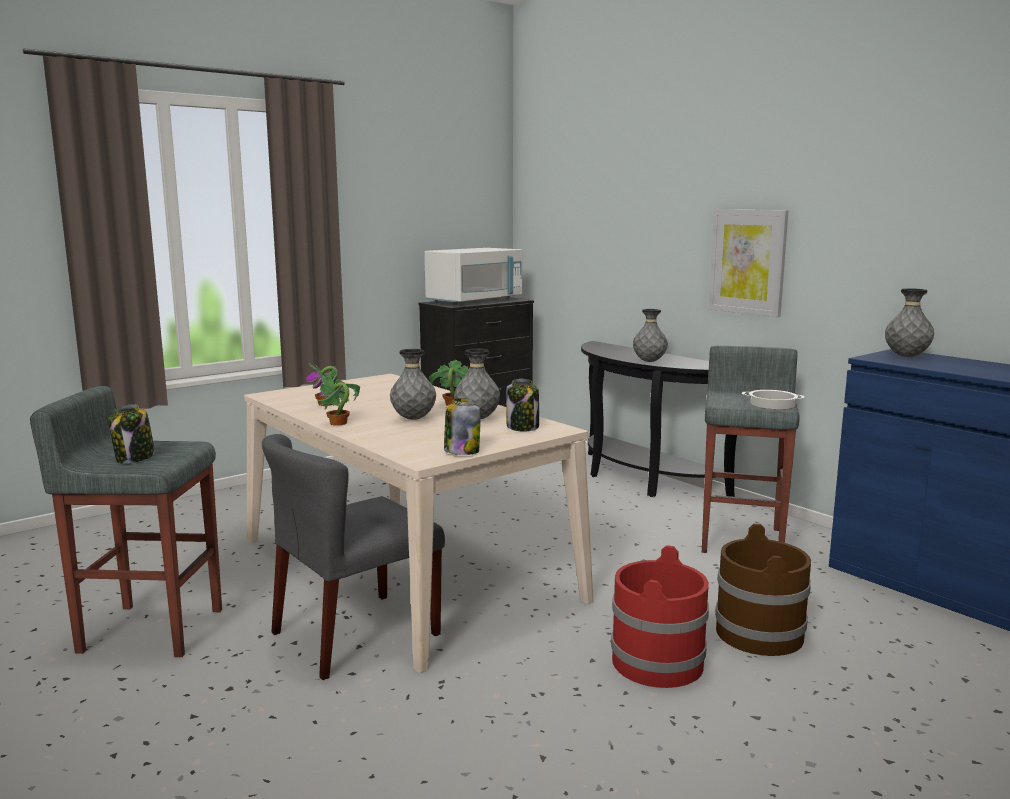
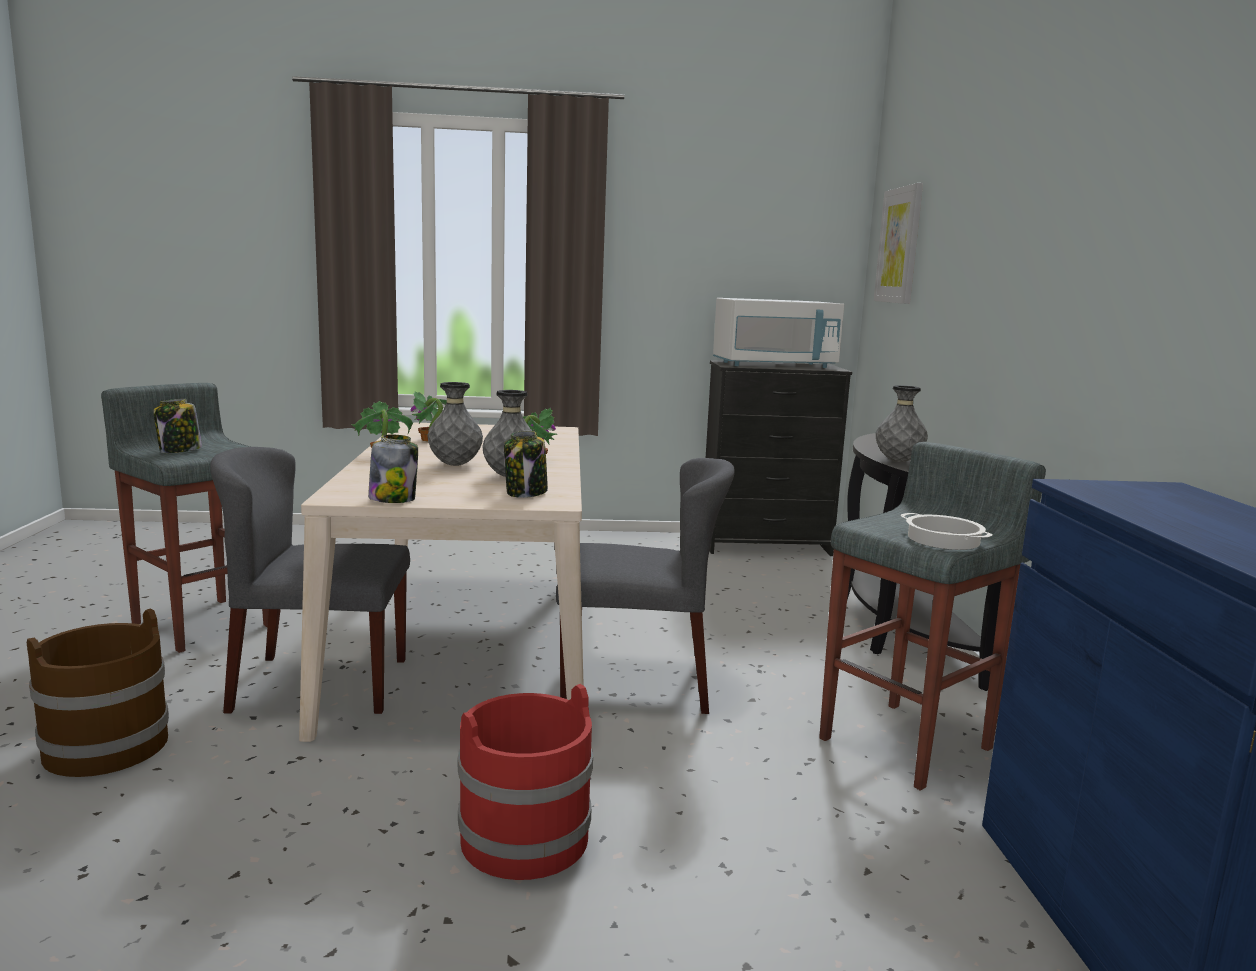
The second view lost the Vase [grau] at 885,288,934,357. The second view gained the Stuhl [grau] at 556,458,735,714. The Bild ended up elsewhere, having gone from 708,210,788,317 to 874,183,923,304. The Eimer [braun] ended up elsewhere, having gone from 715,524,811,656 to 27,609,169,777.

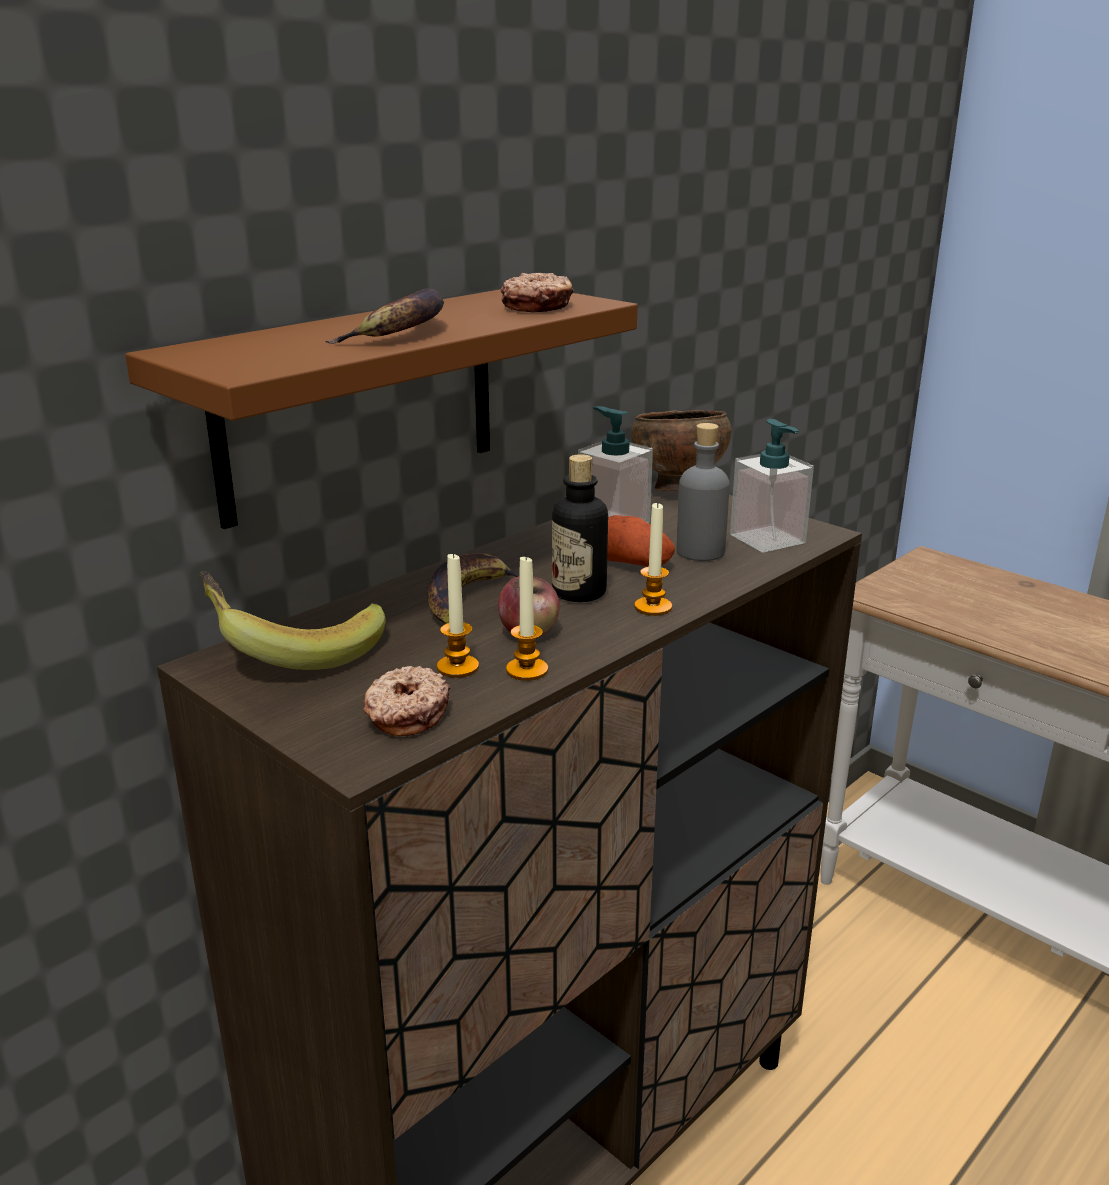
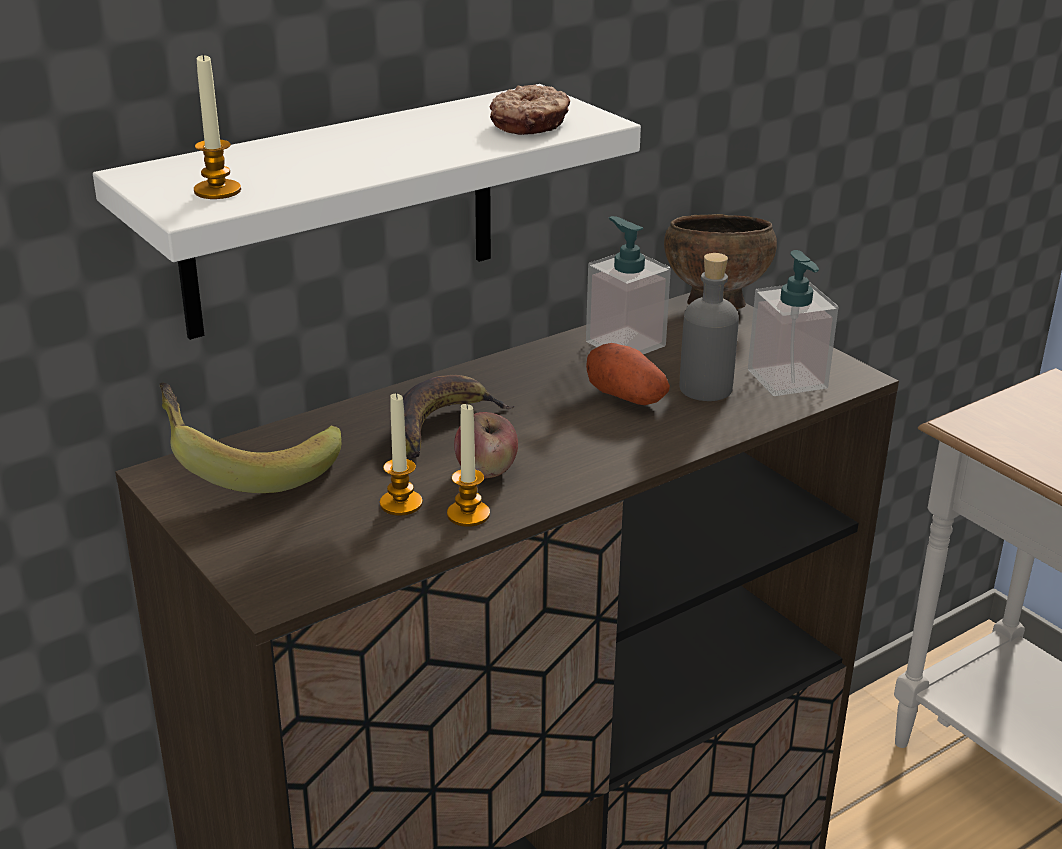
The second view lost the Banane at 326,288,444,344. The second view lost the Donut at 363,666,450,736. The second view lost the Flasche at 552,454,608,602. The Kerze ended up elsewhere, having gone from 634,502,672,616 to 194,53,241,199. What was the Wandregal [braun] at 125,289,638,529 turned into the Wandregal [weiß] at 93,84,641,340.

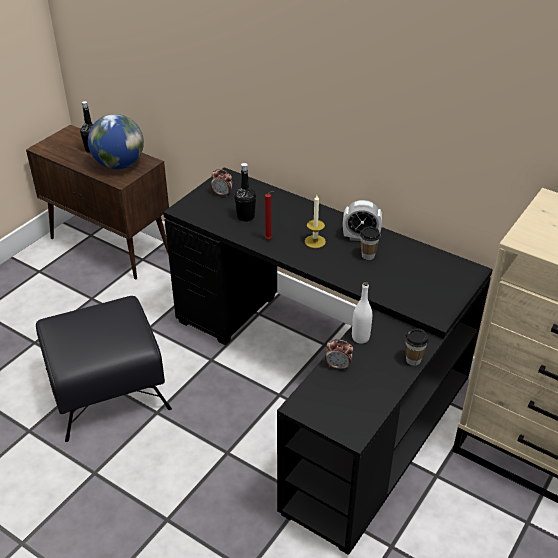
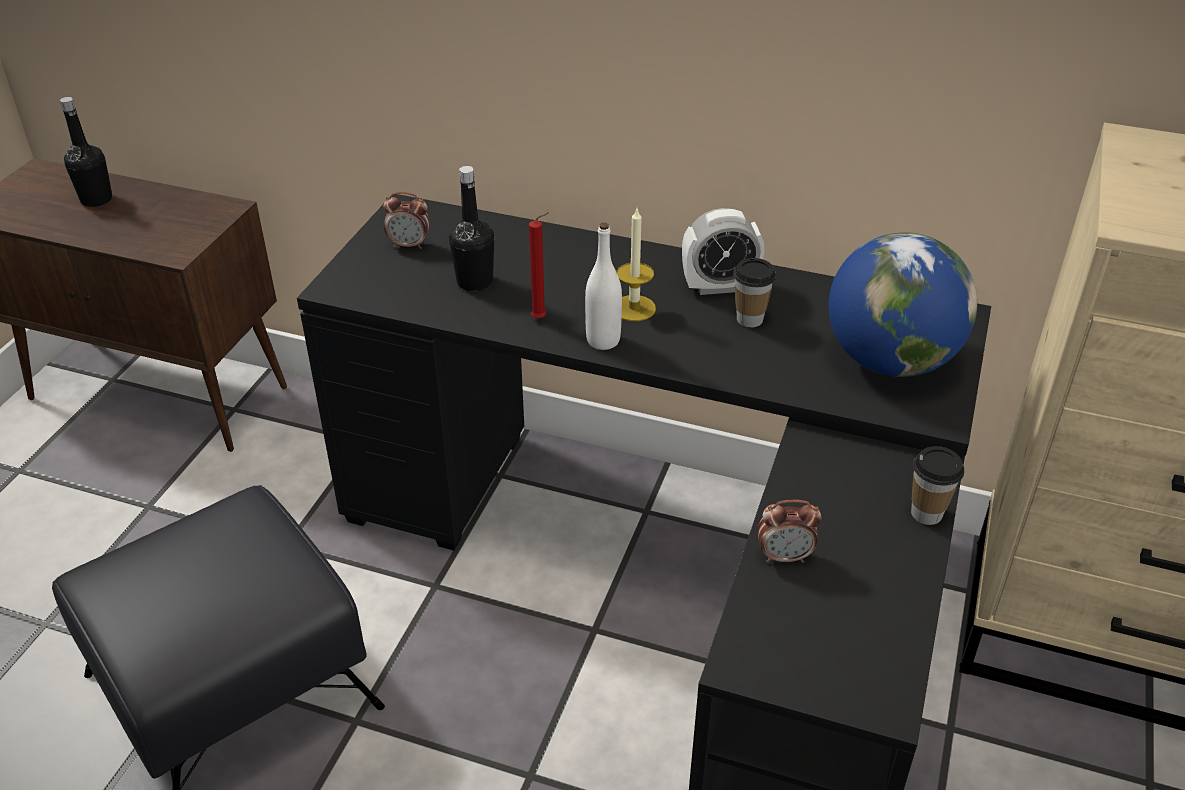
The Globus ended up elsewhere, having gone from 88,114,144,169 to 829,232,977,377. The Flasche [weiß] ended up elsewhere, having gone from 352,282,372,343 to 585,222,622,350.

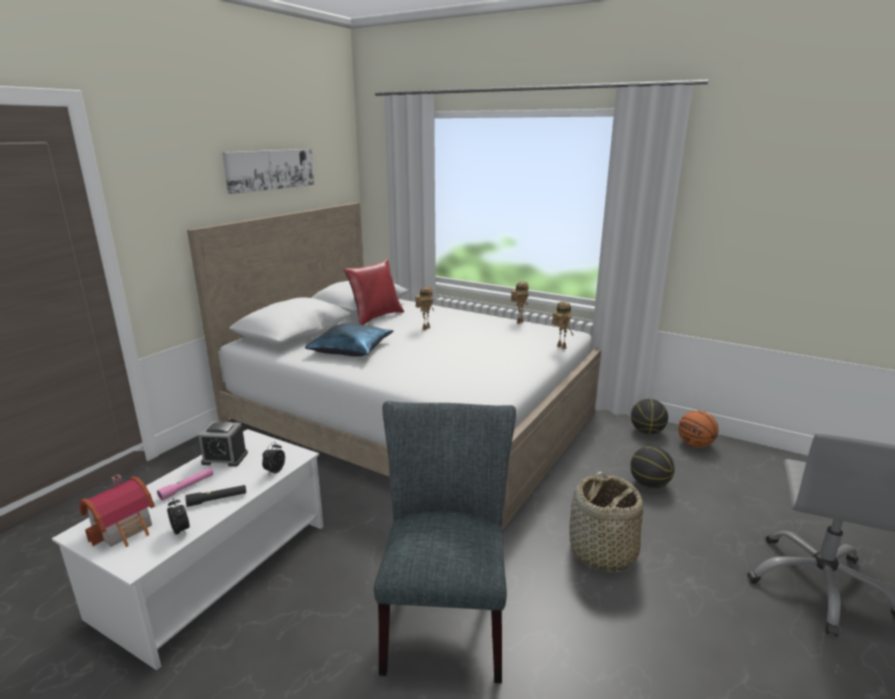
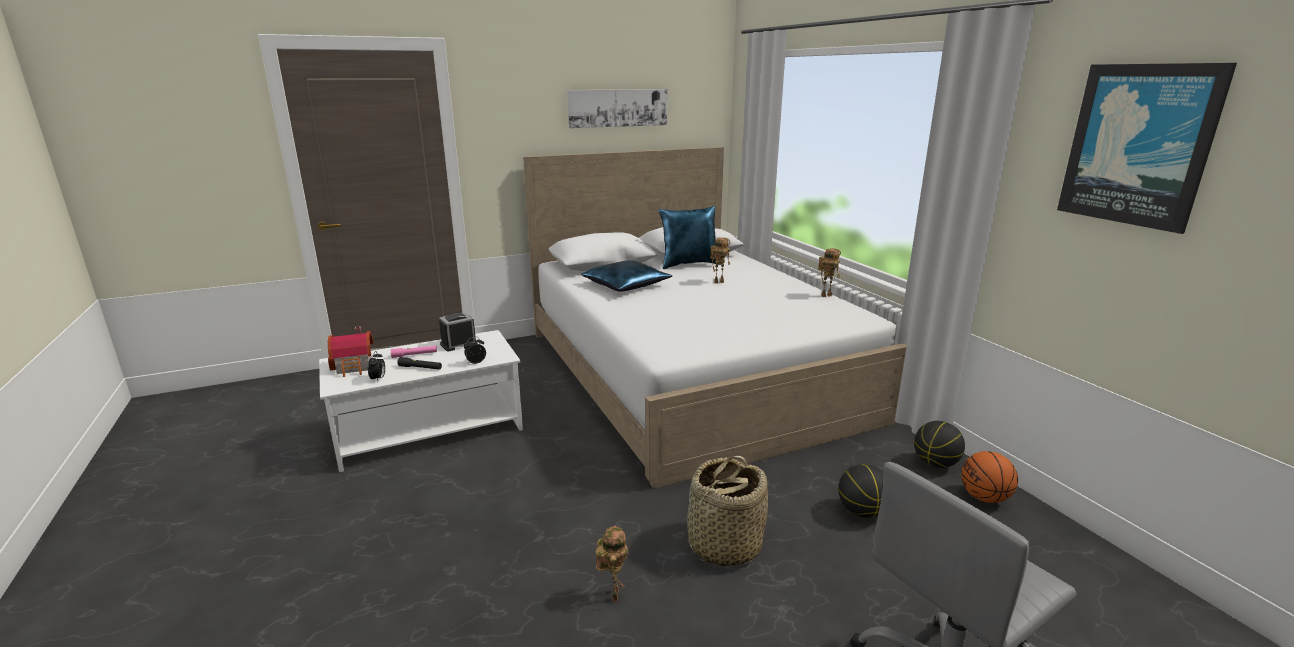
The second view lost the Stuhl [grau] at 374,401,516,683. The second view gained the Bild at 1057,63,1237,234. The Spielzeugroboter ended up elsewhere, having gone from 552,302,573,349 to 596,526,628,602. What was the Kissen [rot] at 344,259,404,325 turned into the Kissen [blau] at 659,206,721,269. The Wecker at 199,422,248,467 ended up facing another way, 105 degrees clockwise from before.

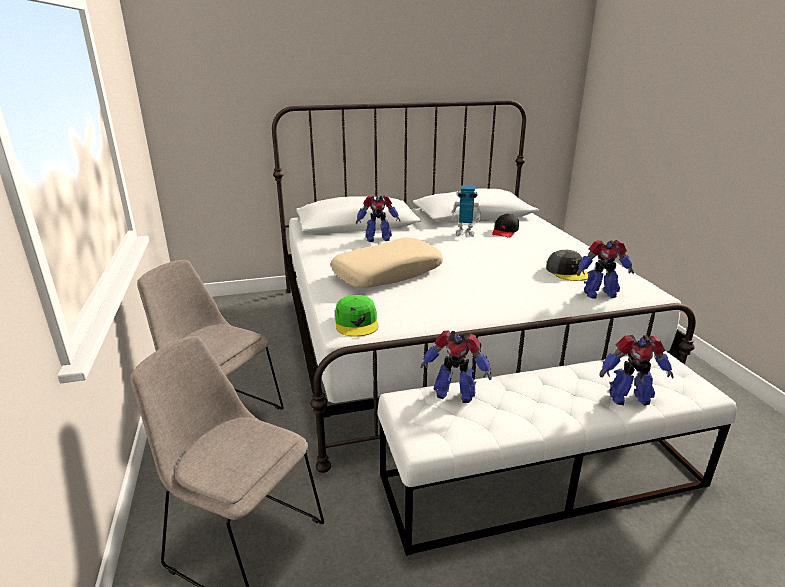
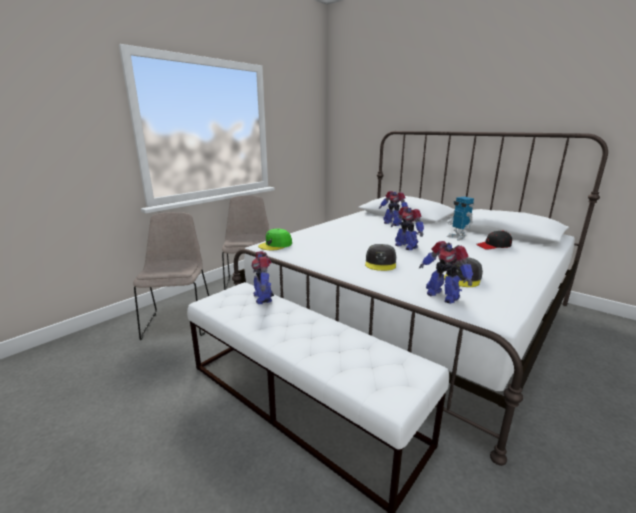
The second view lost the Kissen [beige] at 330,237,443,288. The second view gained the Kappe [grau] at 365,244,396,271. The Spielzeugroboter ended up elsewhere, having gone from 600,335,673,405 to 391,207,424,250.

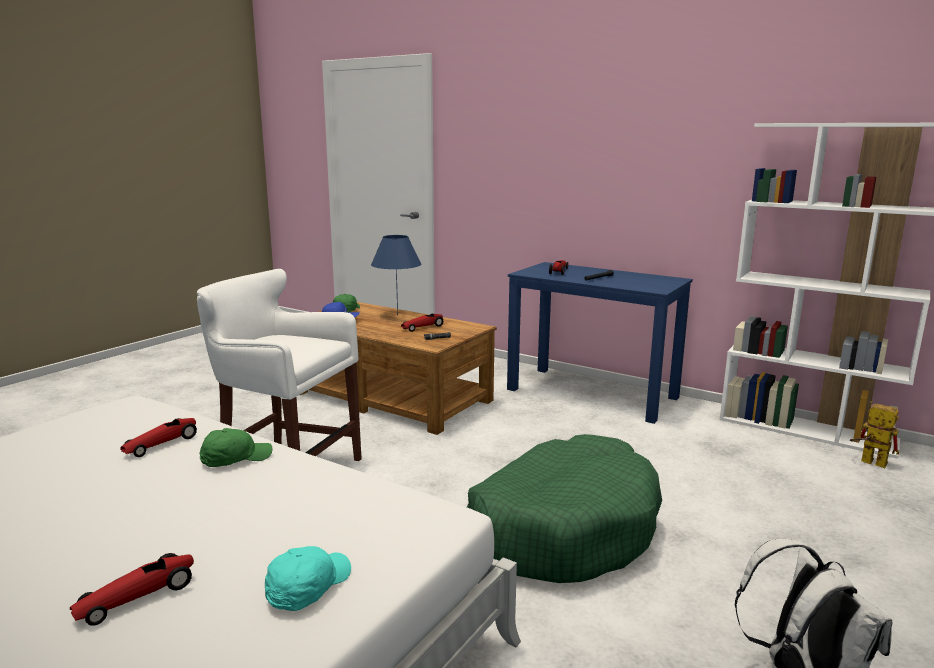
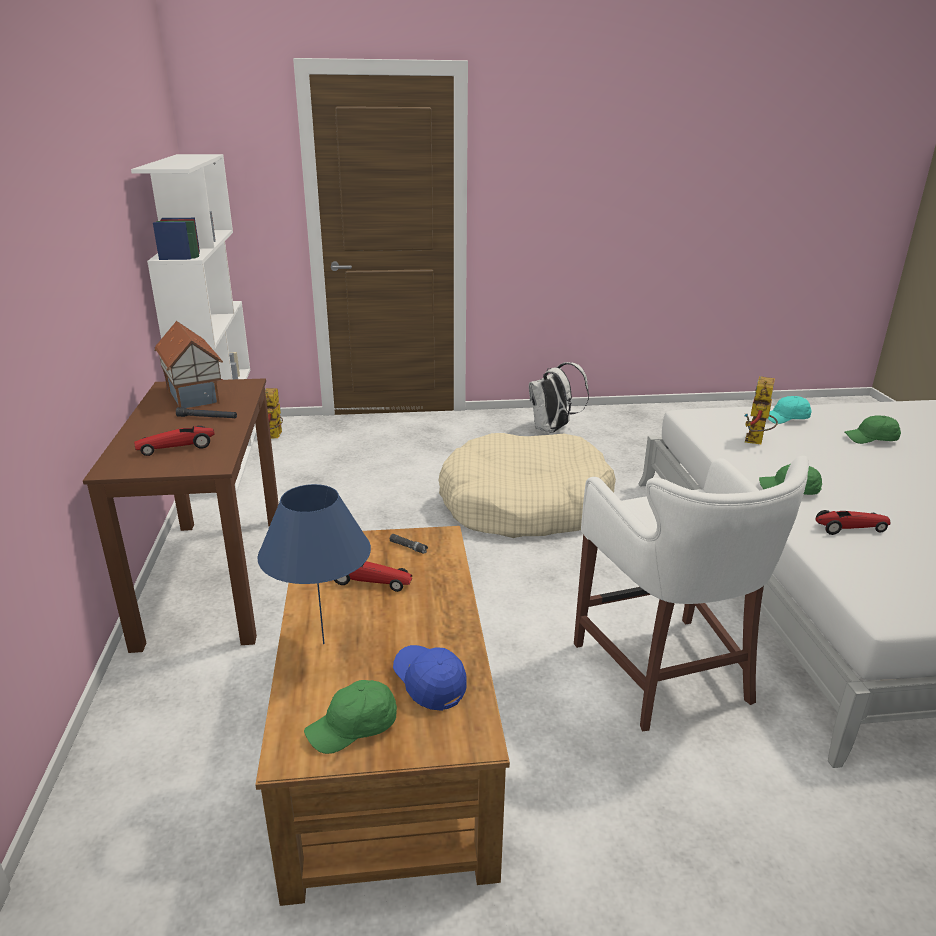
The second view gained the Spielzeughaus at 154,321,223,408. The second view gained the Spielzeugroboter at 744,376,778,444. Where the Spielzeugauto stood at 70,553,194,626, the Kappe [grün] came to stand at 844,415,901,444. What was the Hundebett [grün] at 467,434,662,583 turned into the Hundebett [beige] at 439,433,616,538. What was the Schreibtisch [blau] at 507,262,693,424 turned into the Schreibtisch [braun] at 83,378,279,653.

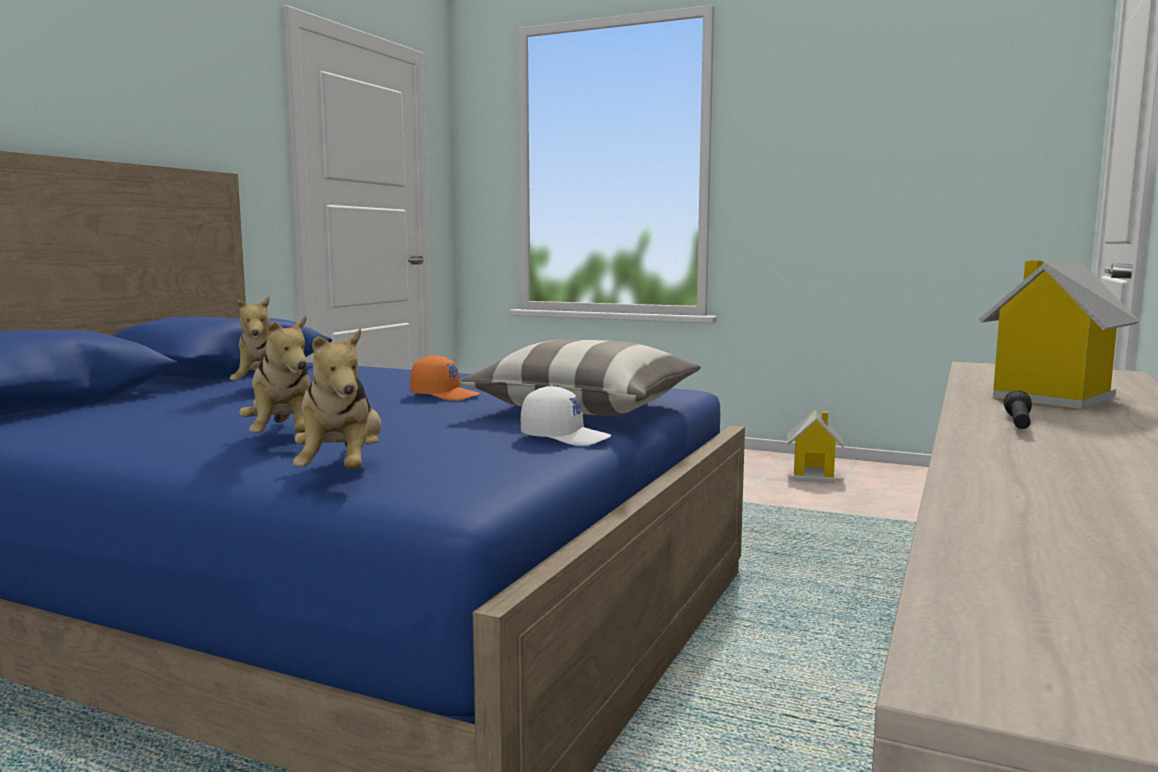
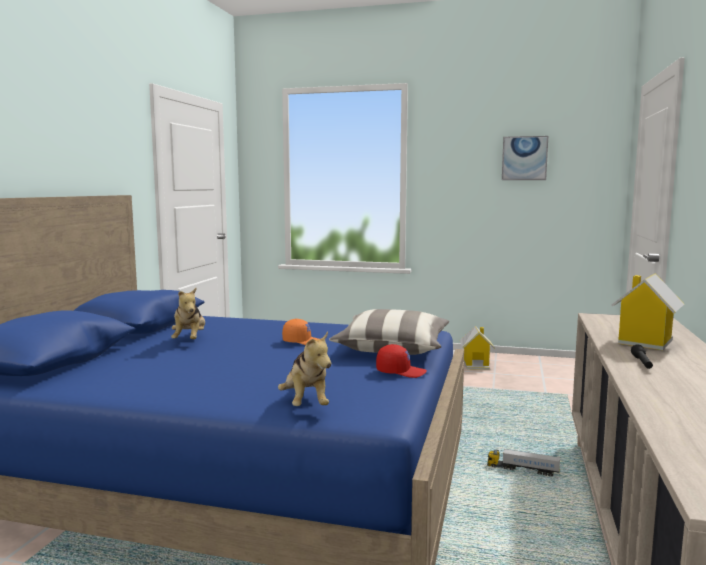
The second view lost the Plüschtier at 239,315,310,433. The second view gained the Spielzeuglaster at 487,449,560,477. The second view gained the Bild at 502,136,548,180. What was the Kappe [weiß] at 521,386,611,446 turned into the Kappe [rot] at 376,344,427,378.

